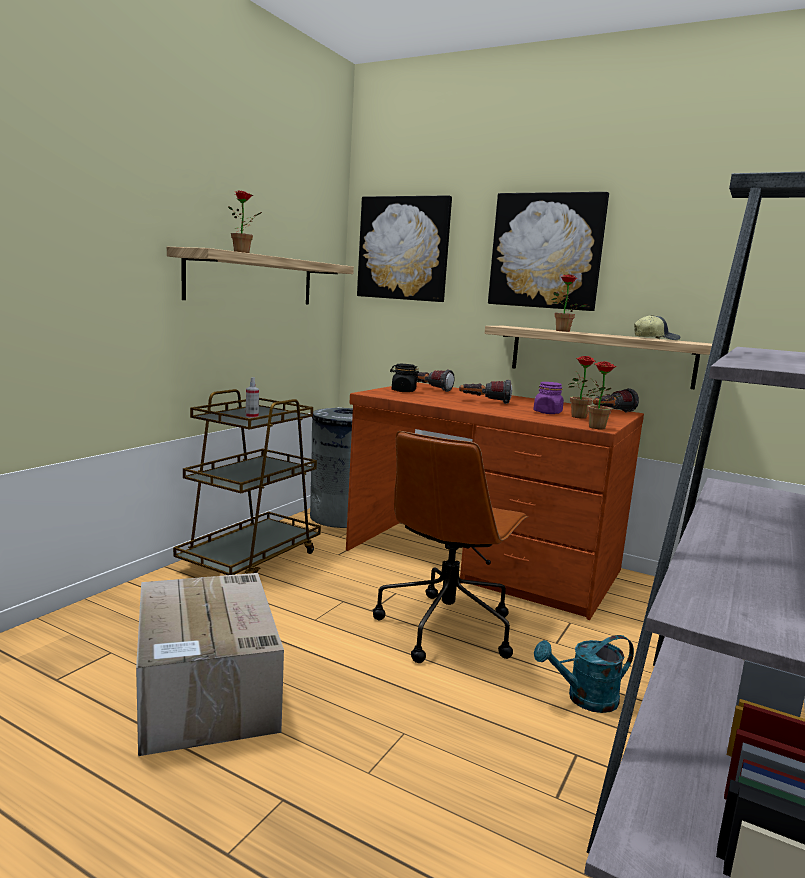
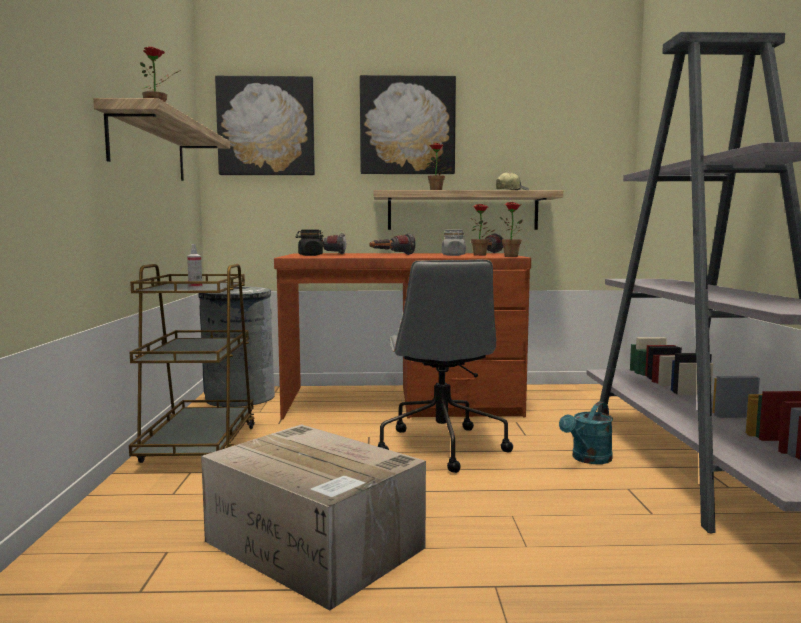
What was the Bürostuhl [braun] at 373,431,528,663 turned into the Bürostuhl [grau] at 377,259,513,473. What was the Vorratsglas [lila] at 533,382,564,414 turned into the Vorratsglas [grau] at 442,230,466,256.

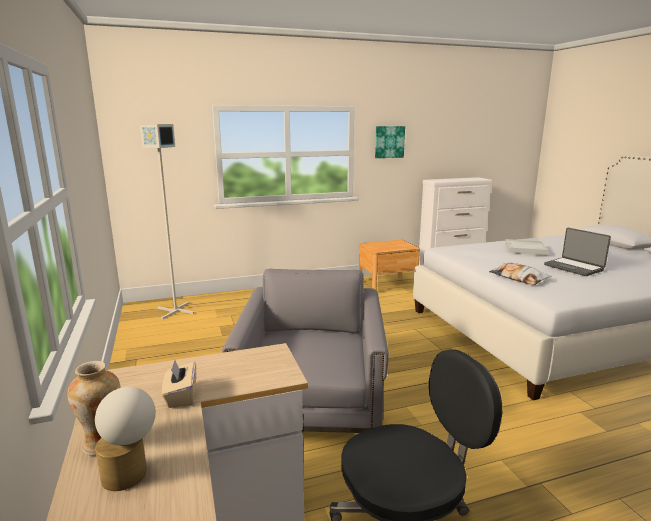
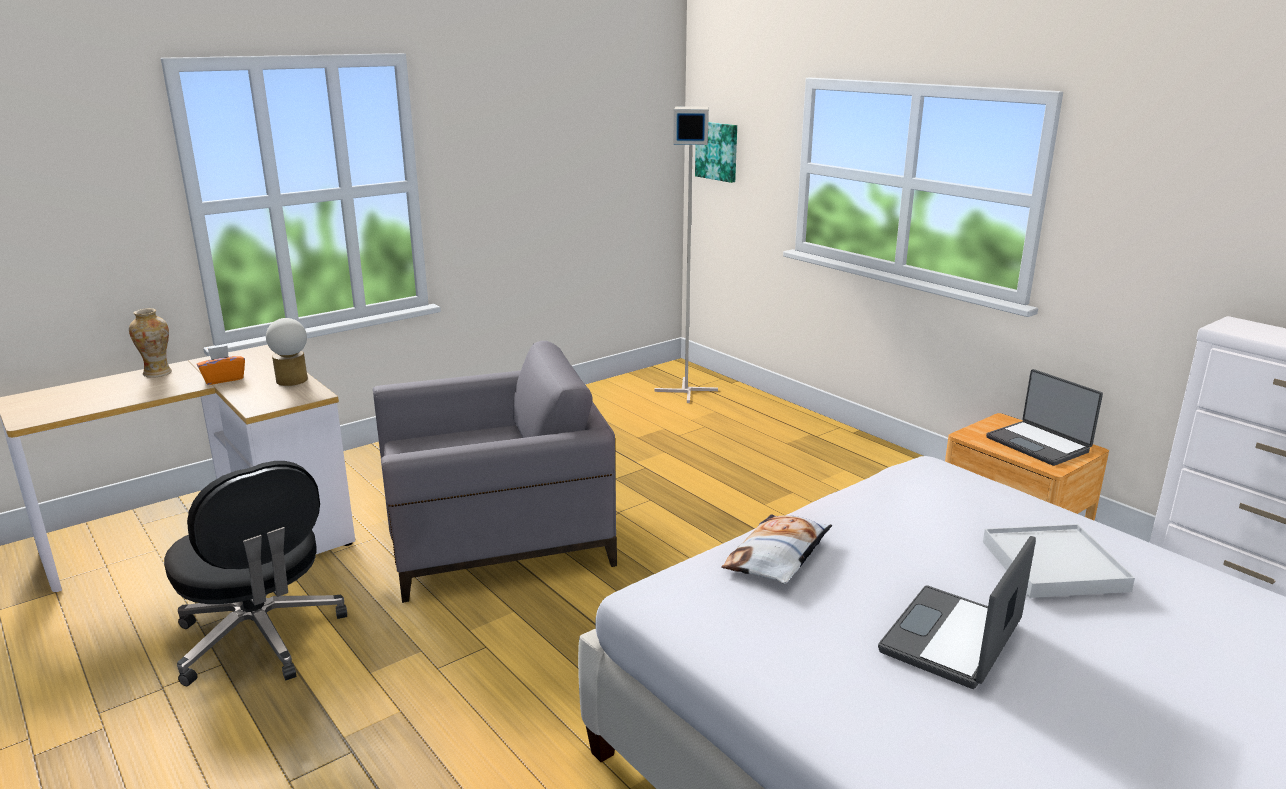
The second view gained the Laptop at 986,369,1103,466. The Tischlampe ended up elsewhere, having gone from 95,387,156,491 to 266,318,308,386. The Bild ended up elsewhere, having gone from 375,126,405,158 to 695,122,737,183. What was the Taschentuchbox [beige] at 162,360,196,408 turned into the Taschentuchbox [orange] at 197,346,245,385.

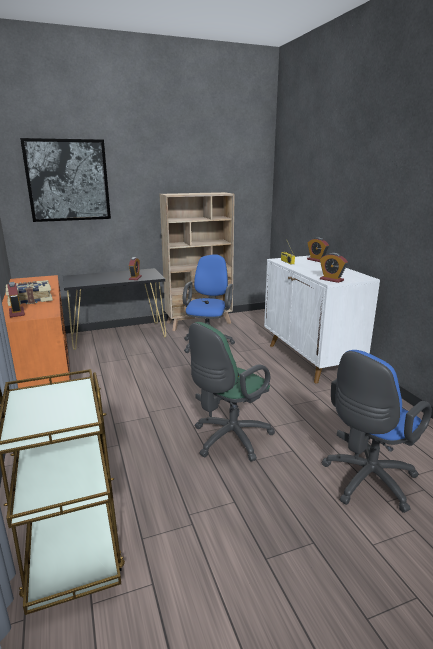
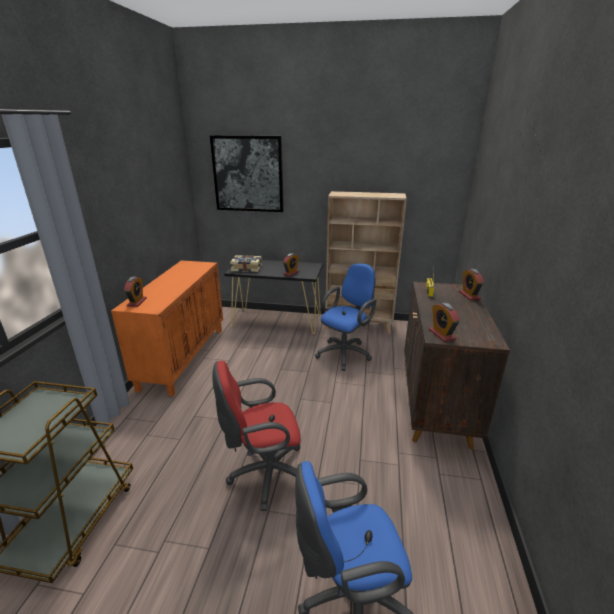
The Buch ended up elsewhere, having gone from 6,280,53,306 to 230,255,262,272. What was the Bürostuhl [grün] at 189,322,275,462 turned into the Bürostuhl [rot] at 212,361,301,511. What was the Schrank [weiß] at 264,256,380,383 turned into the Schrank [braun] at 404,282,510,449.

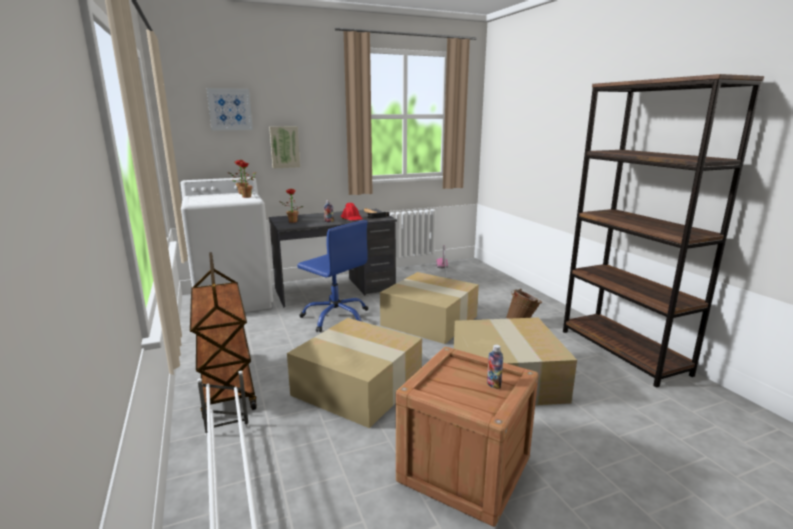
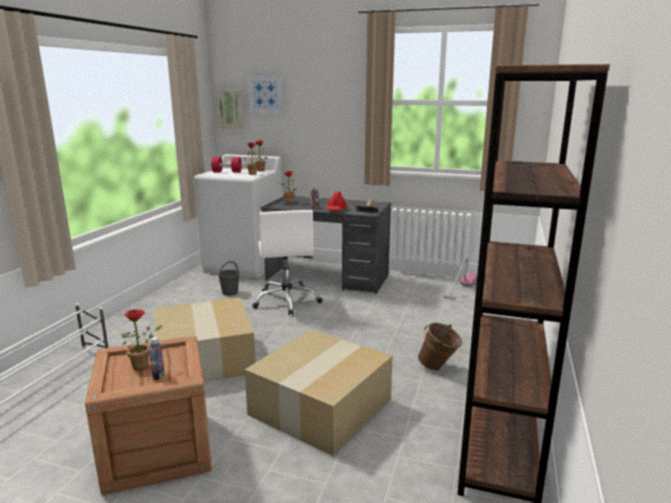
The second view lost the Rollwagen [braun] at 190,252,257,418. The second view lost the Karton at 380,272,479,344. The second view gained the Topfpflanze at 121,309,163,370. The second view gained the Hantel [rot] at 211,157,242,173. The second view gained the Eimer [grau] at 218,261,240,296. The Bild ended up elsewhere, having gone from 269,126,300,169 to 217,90,244,129. What was the Bürostuhl [blau] at 297,220,368,332 turned into the Bürostuhl [weiß] at 252,210,323,316.

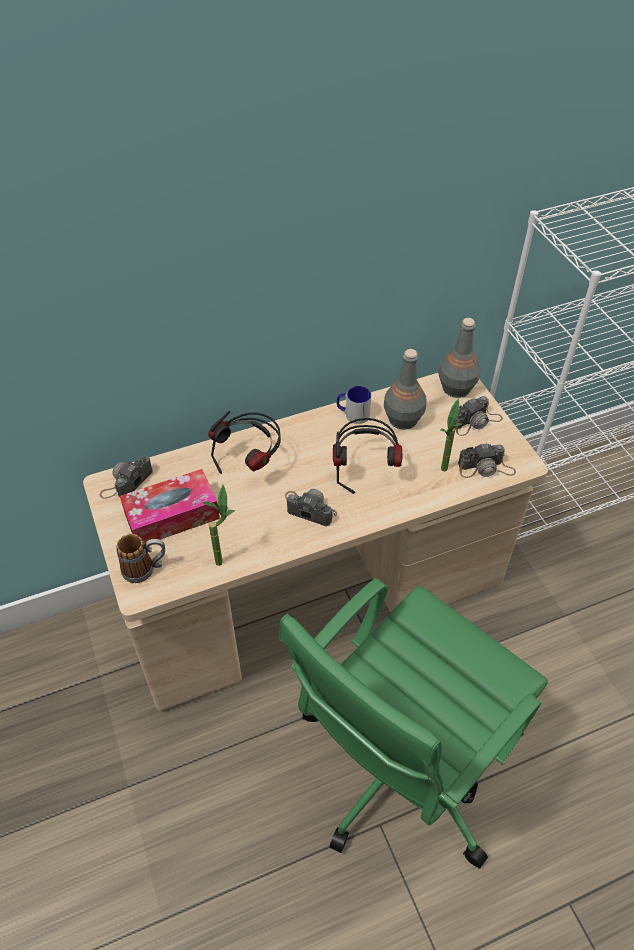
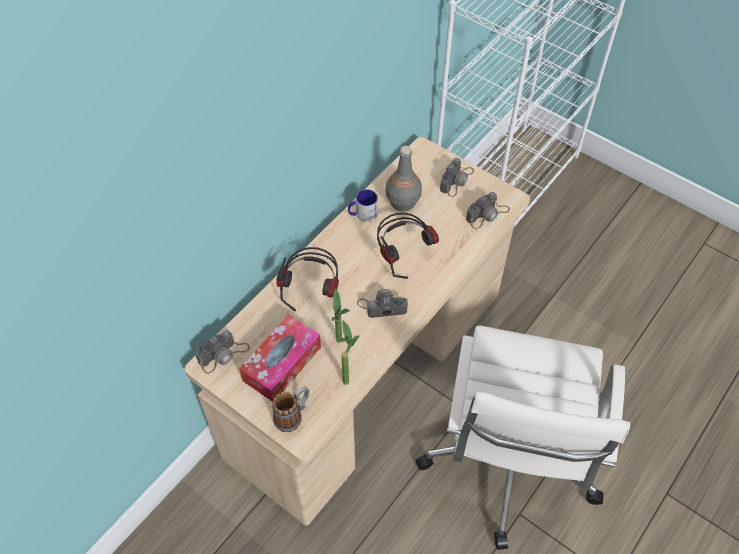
The second view lost the Flasche [grau] at 438,318,481,398. The Topfpflanze ended up elsewhere, having gone from 440,399,462,471 to 331,288,350,343. What was the Bürostuhl [grün] at 279,578,548,869 turned into the Bürostuhl [weiß] at 415,326,630,550. The Kamera at 99,455,153,499 ended up facing another way, 135 degrees counterclockwise from before.

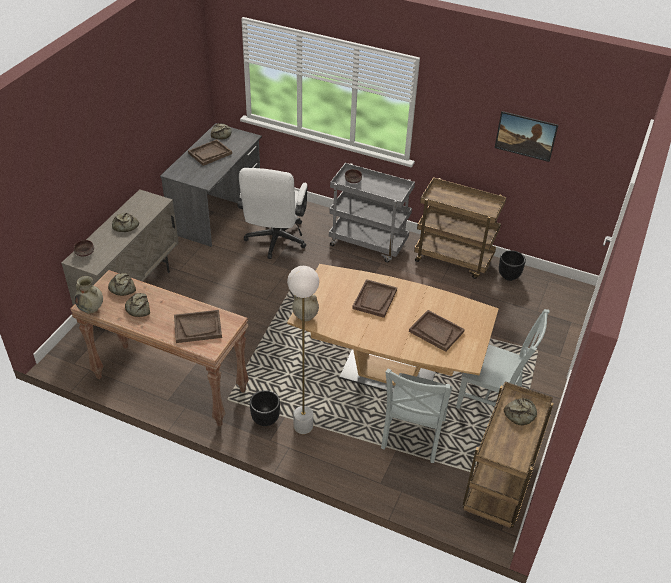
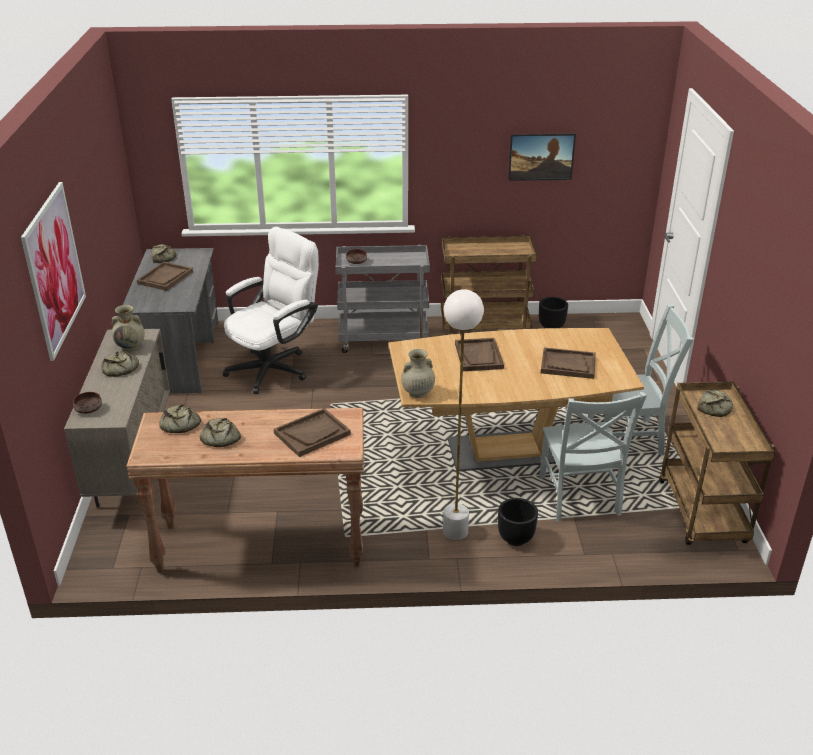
The second view gained the Bild at 21,182,86,361. The Vase [beige] ended up elsewhere, having gone from 75,276,103,314 to 112,305,145,351. The Pflanzkübel [schwarz] ended up elsewhere, having gone from 250,390,280,426 to 498,498,538,546. The Bürostuhl [weiß] at 238,168,308,259 ended up facing another way, 120 degrees counterclockwise from before.

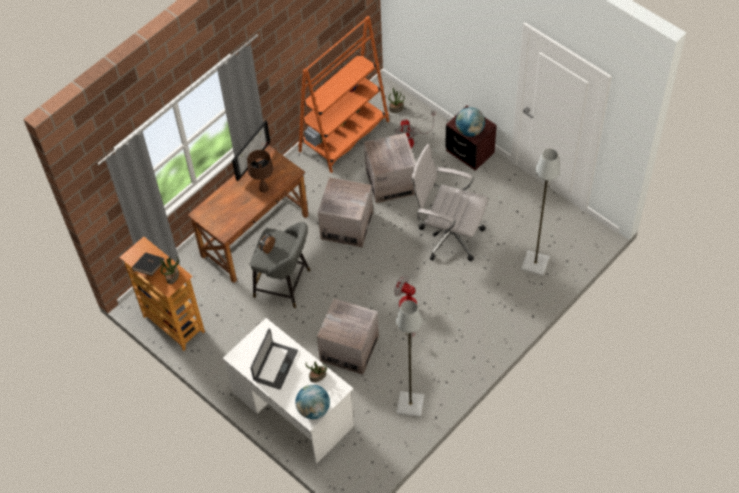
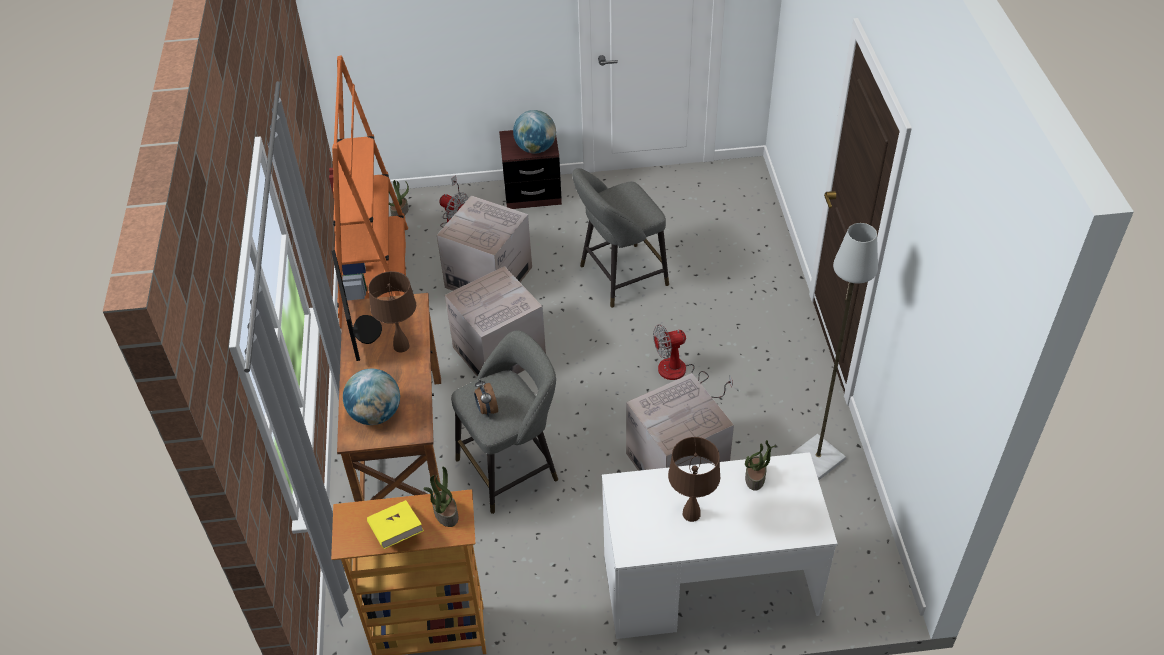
The second view lost the Stehlampe [grau] at 521,149,560,276. The Globus ended up elsewhere, having gone from 296,385,330,419 to 343,369,400,425. Where the Laptop stood at 251,329,298,390, the Tischlampe [braun] came to stand at 668,437,720,522. Where the Bürostuhl [weiß] stood at 411,144,488,262, the Hocker [grau] came to stand at 572,168,669,308. What was the Buch [schwarz] at 132,253,165,276 turned into the Buch [gelb] at 367,500,424,549.

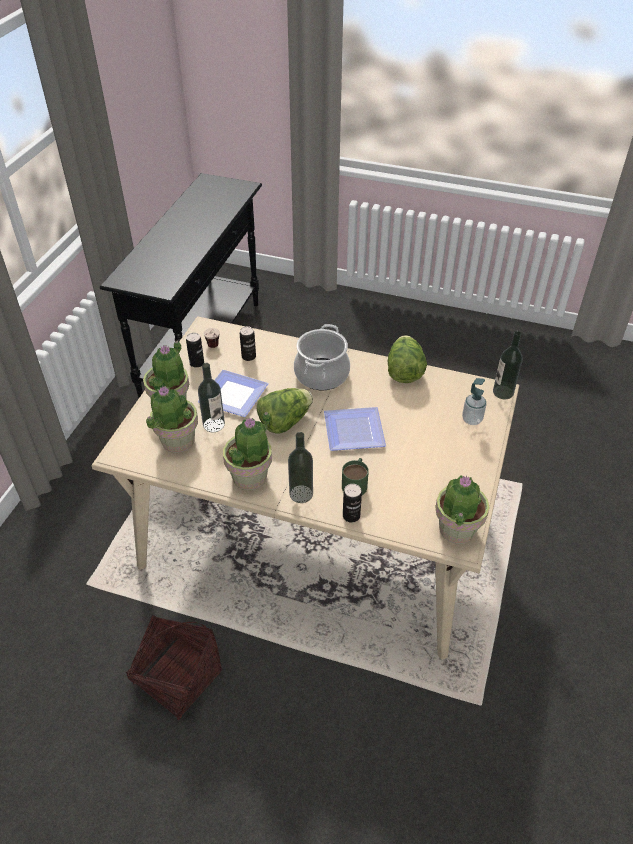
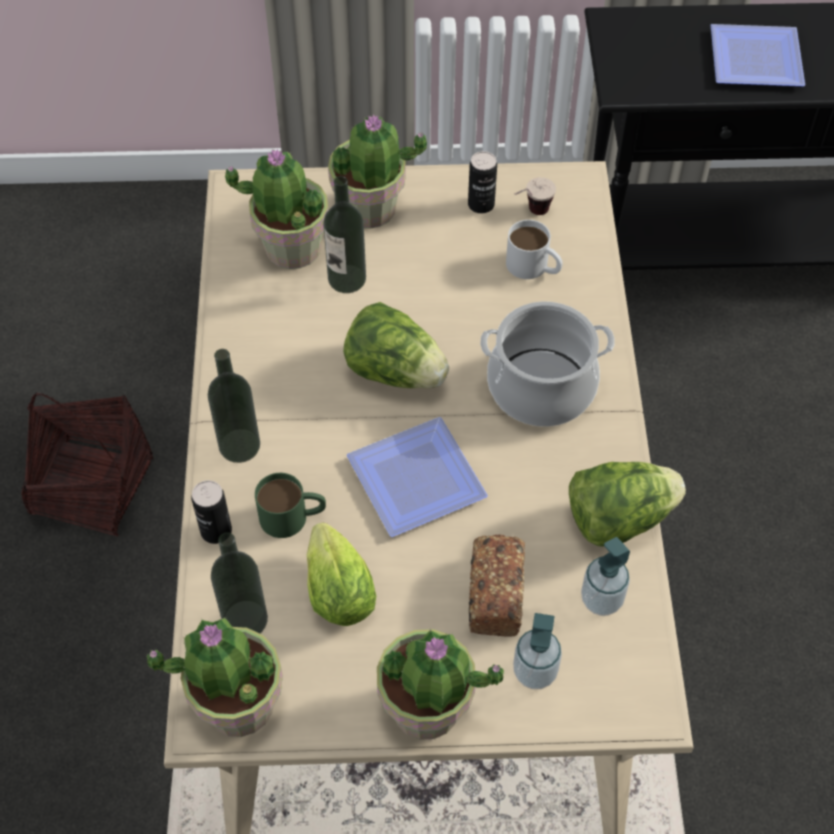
The second view gained the Salatkopf at 307,522,376,626. The second view gained the Brot at 469,535,525,637. The second view gained the Seifenspender at 581,537,630,616. The Teller ended up elsewhere, having gone from 198,370,269,417 to 711,24,805,87. The Topfpflanze ended up elsewhere, having gone from 223,412,272,490 to 377,629,504,740. The Flasche ended up elsewhere, having gone from 493,331,523,400 to 211,532,268,633. Where the Dose stood at 240,326,256,361, the Henkelbecher [weiß] came to stand at 506,220,563,279.

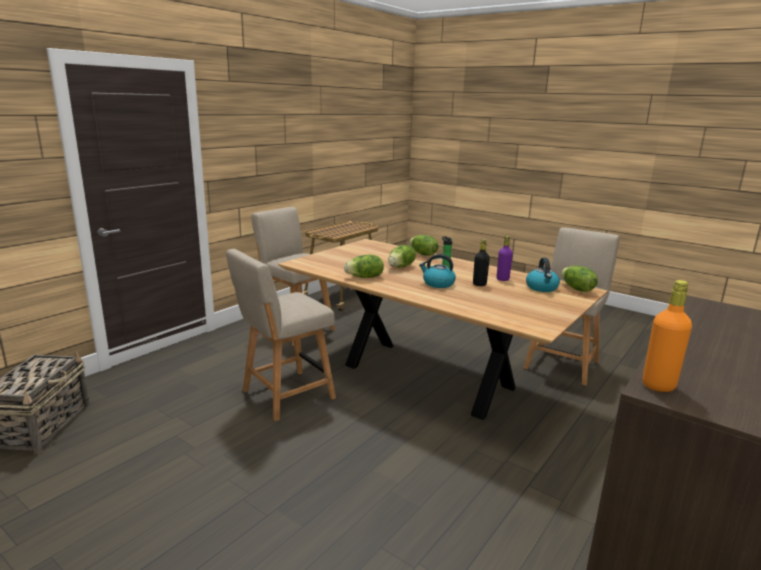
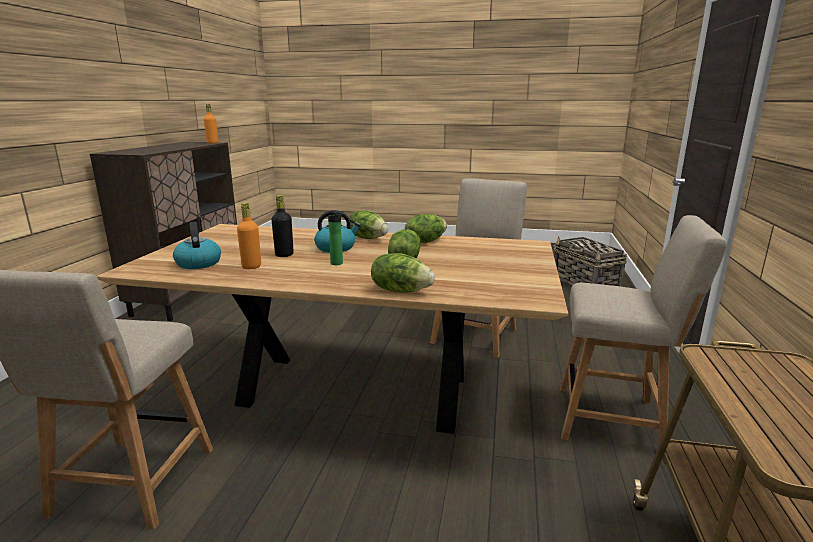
The Salatkopf ended up elsewhere, having gone from 561,265,598,292 to 349,210,389,239. What was the Flasche [lila] at 497,236,513,281 turned into the Flasche [orange] at 237,203,261,269.

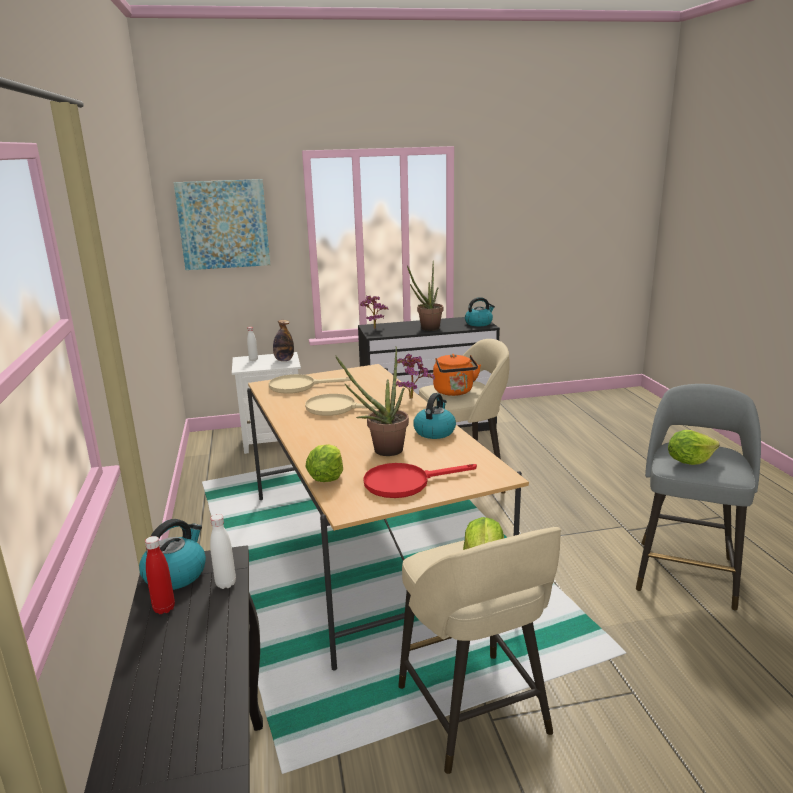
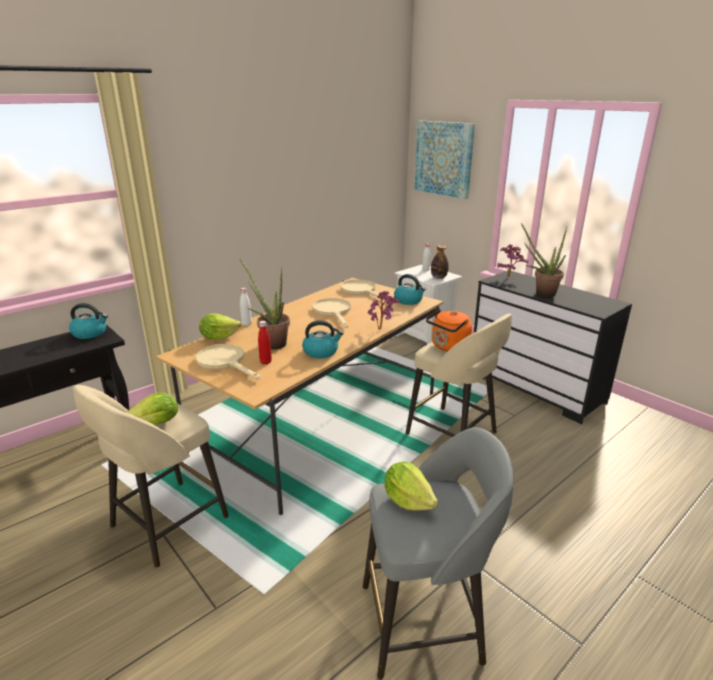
The Flasche [rot] ended up elsewhere, having gone from 145,536,175,614 to 258,321,272,364. The Flasche [weiß] ended up elsewhere, having gone from 210,514,236,589 to 240,288,252,326. The Wasserkessel ended up elsewhere, having gone from 465,297,495,326 to 394,274,426,305. What was the Pfanne [rot] at 363,463,477,498 turned into the Pfanne [beige] at 196,344,260,379.

